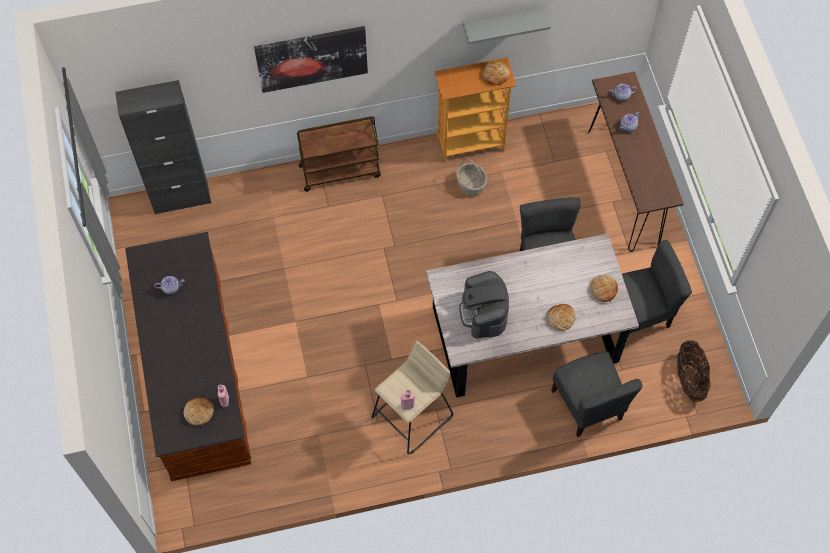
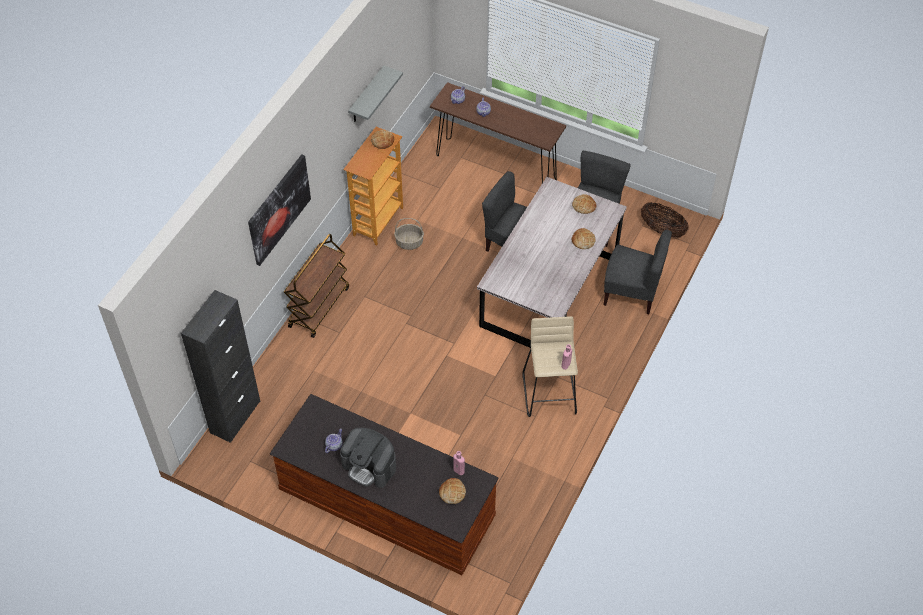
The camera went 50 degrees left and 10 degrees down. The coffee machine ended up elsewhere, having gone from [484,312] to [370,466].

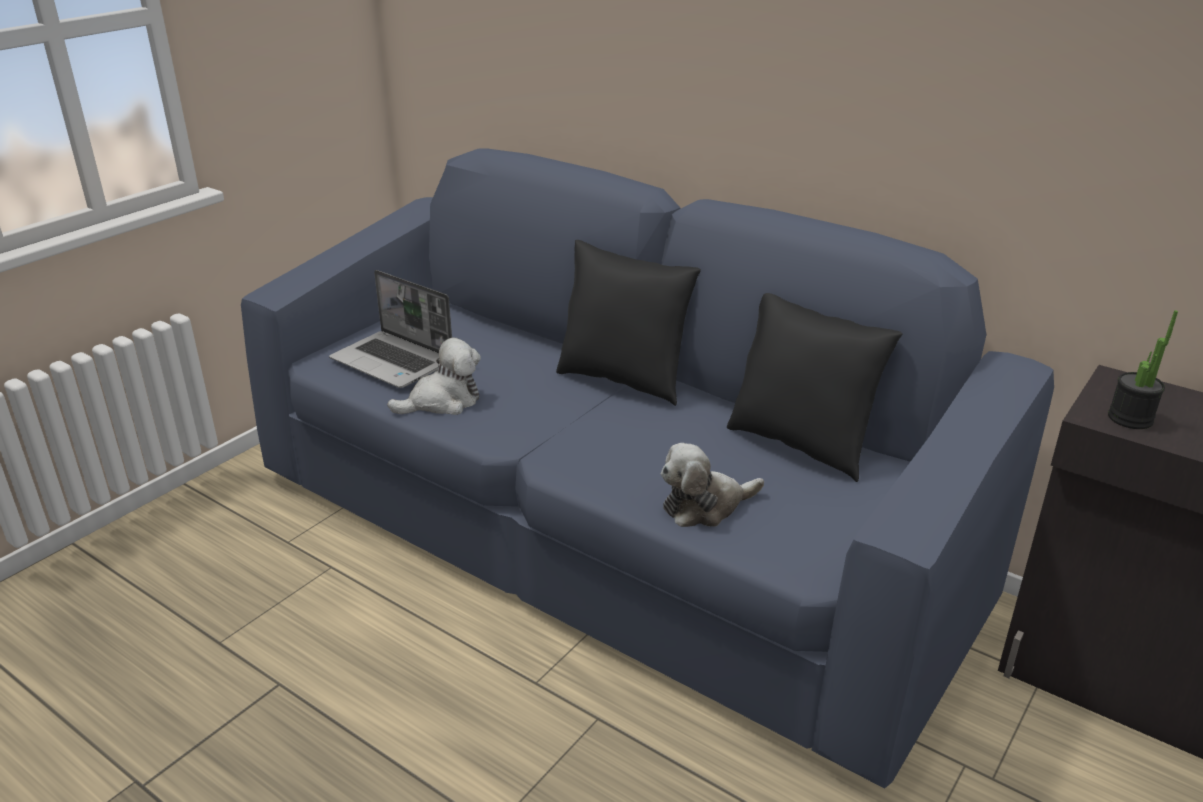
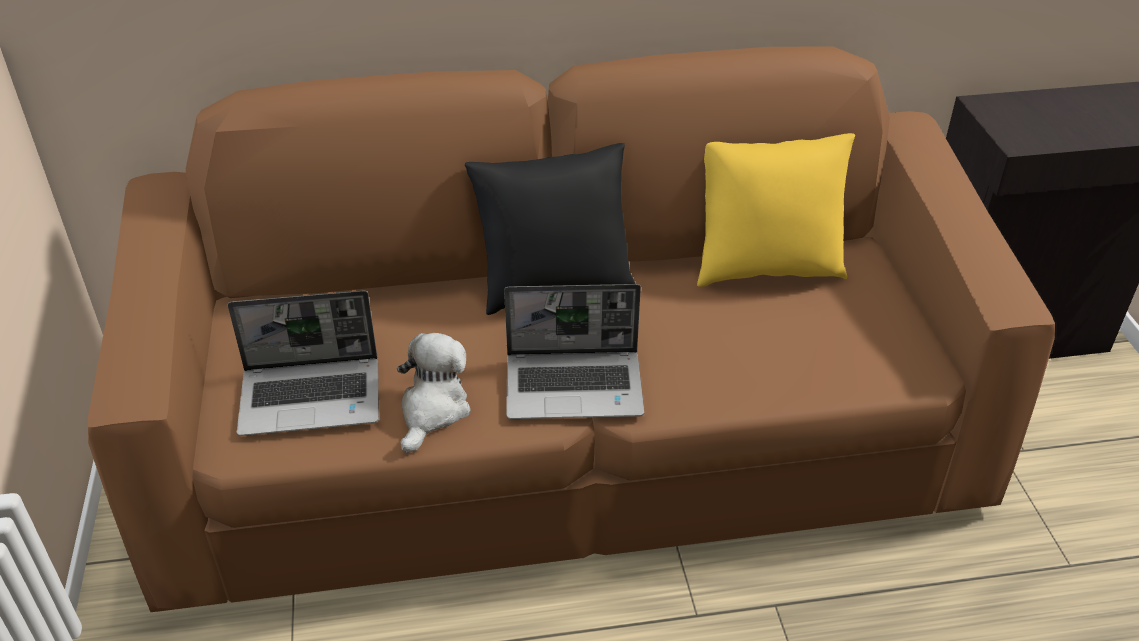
The camera went 45 degrees left and 10 degrees up. The second view lost the plush toy at [705,506]. The second view lost the potted plant at [1130,418]. The second view gained the laptop at [575,386]. What was the blue sofa at [602,534] turned into the brown sofa at [569,448]. What was the black pillow at [800,444] turned into the yellow pillow at [765,268].

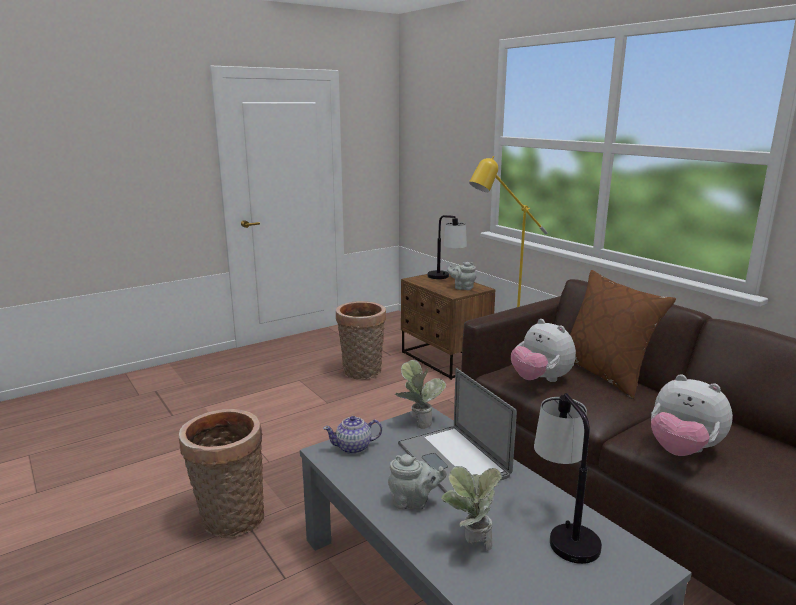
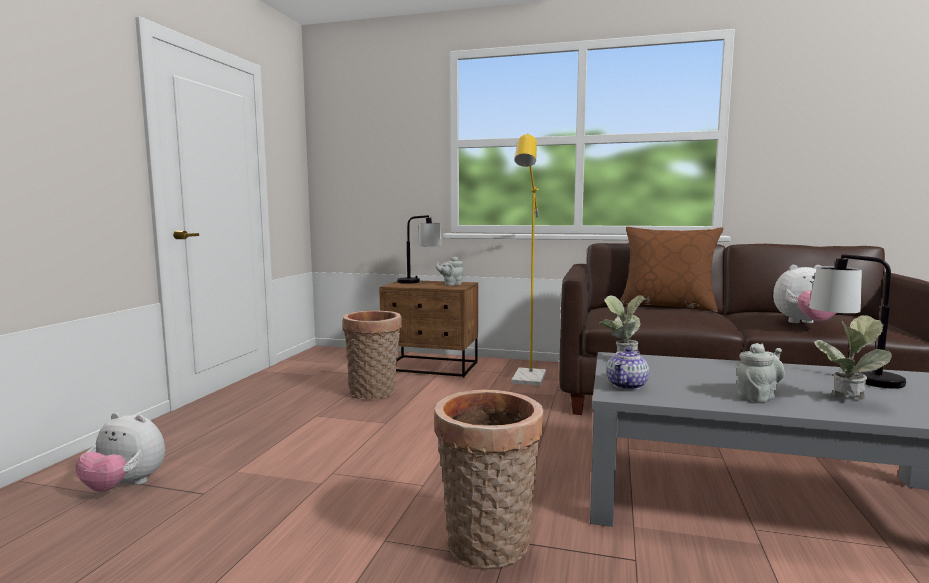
The camera went 40 degrees left and 10 degrees down. The second view lost the laptop at [452,459]. The plush toy ended up elsewhere, having gone from [540,380] to [125,486].

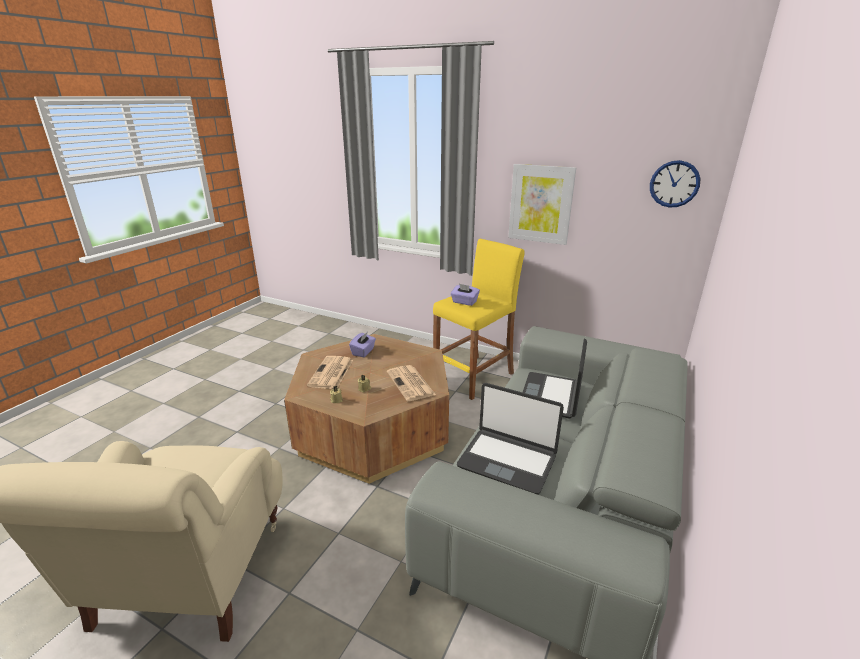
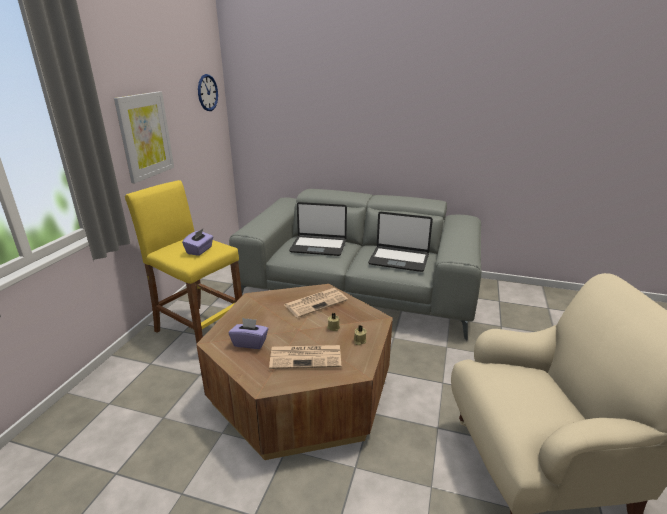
The camera went 100 degrees left and 0 degrees up. The laptop at [507,460] ended up facing another way, 90 degrees clockwise from before.

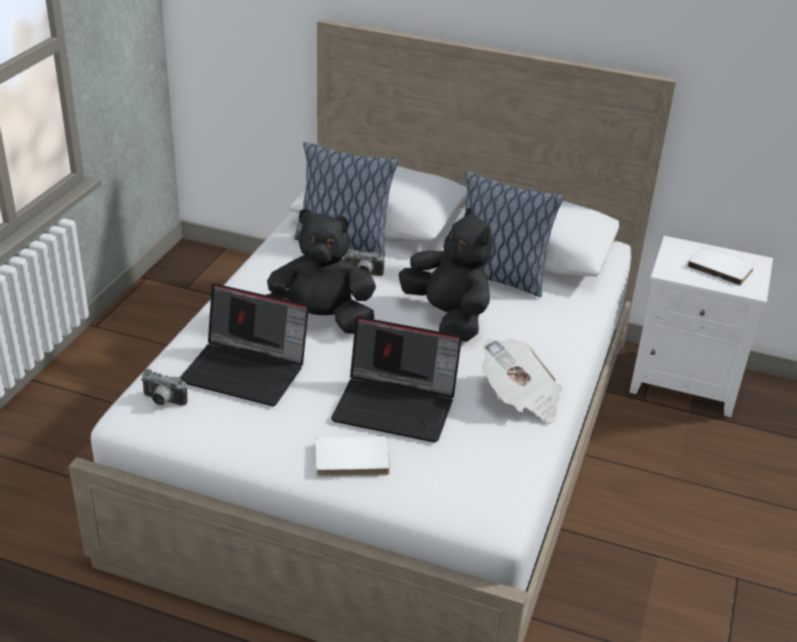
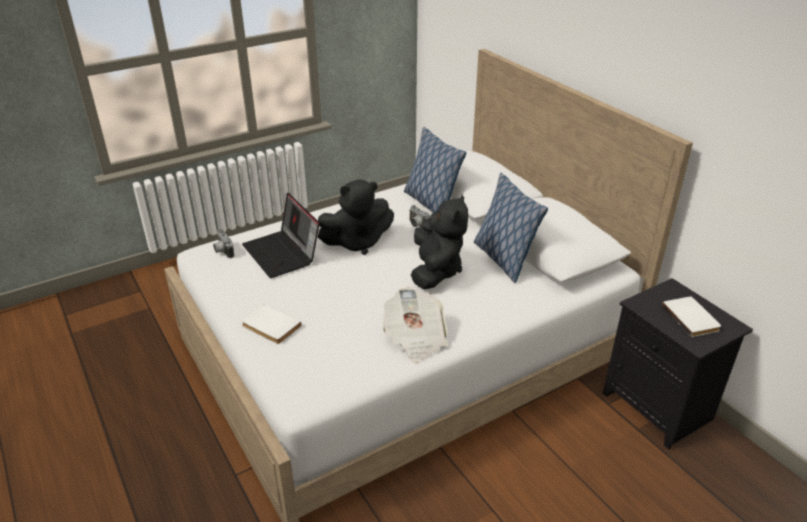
The camera went 40 degrees right and 0 degrees up. The second view lost the laptop at [397,406]. What was the white nightstand at [686,382] turned into the black nightstand at [660,407]. The black plush toy at [319,321] ended up facing another way, 120 degrees clockwise from before.

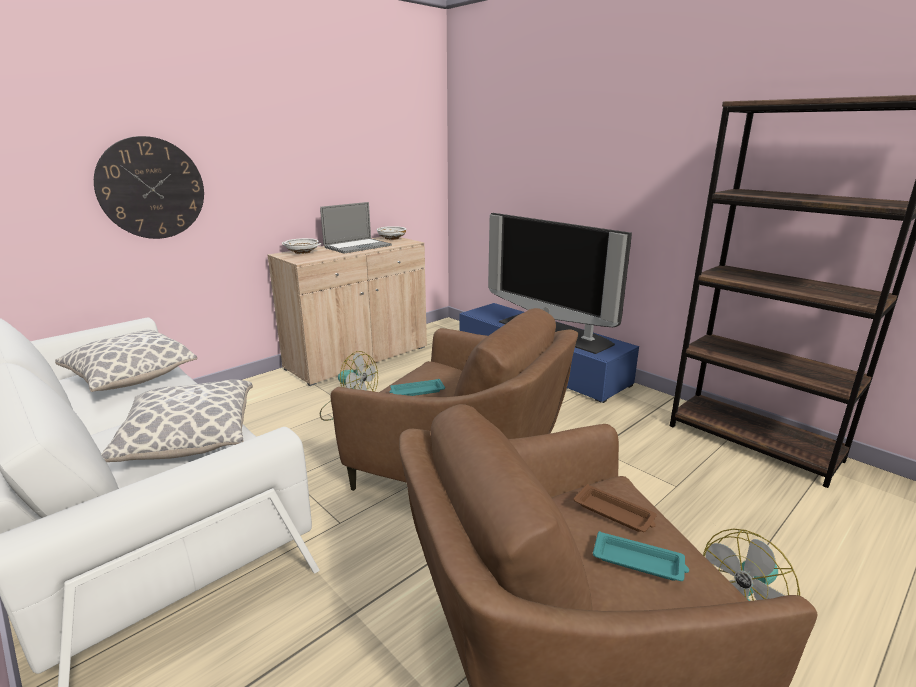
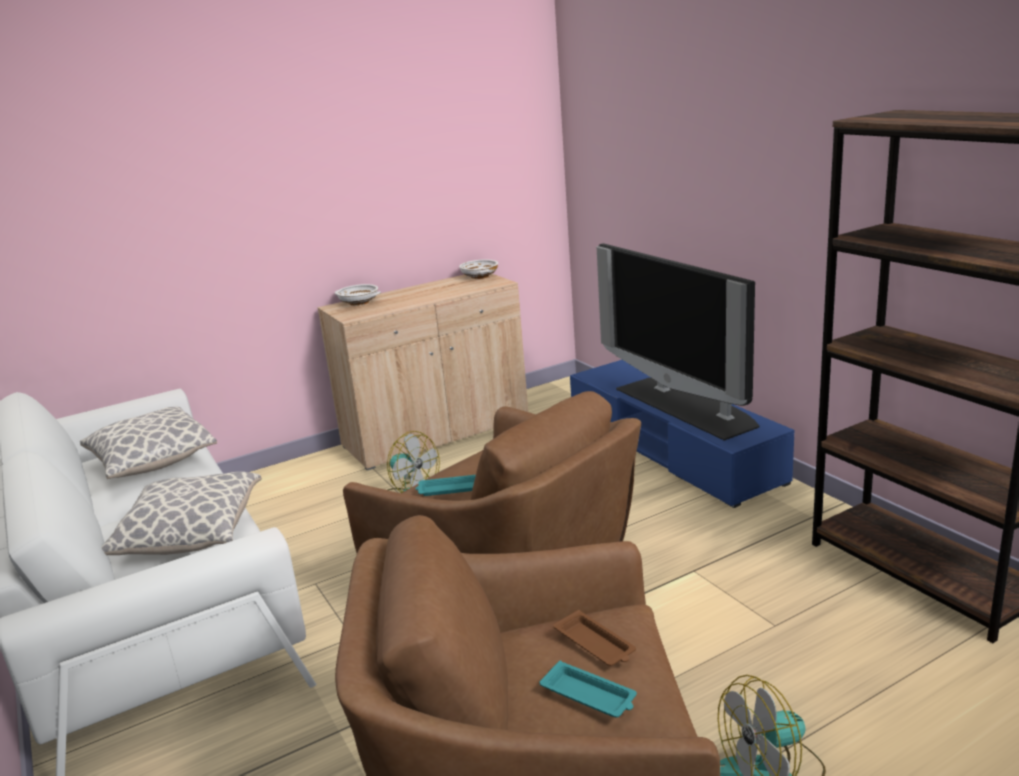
The camera went 15 degrees right and 0 degrees up. The second view lost the wall clock at [151,188]. The second view lost the laptop at [357,246].

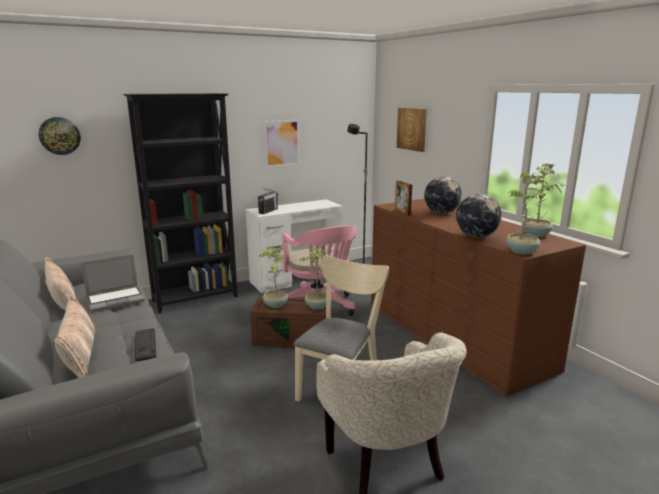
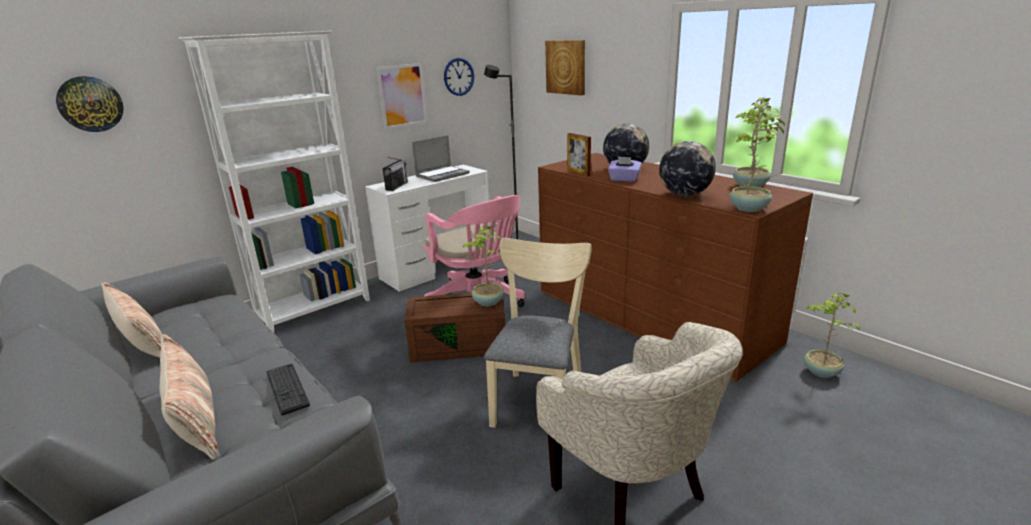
The camera went 10 degrees left and 5 degrees up. The second view gained the wall clock at [458,76]. The second view gained the purple tissue box at [624,179]. The laptop ended up elsewhere, having gone from [116,299] to [442,175]. The potted plant ended up elsewhere, having gone from [275,305] to [821,372]. What was the black bookcase at [196,299] turned into the white bookcase at [315,310].

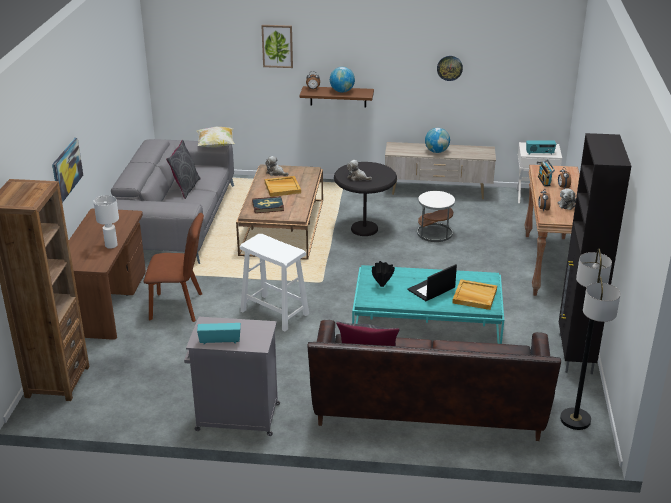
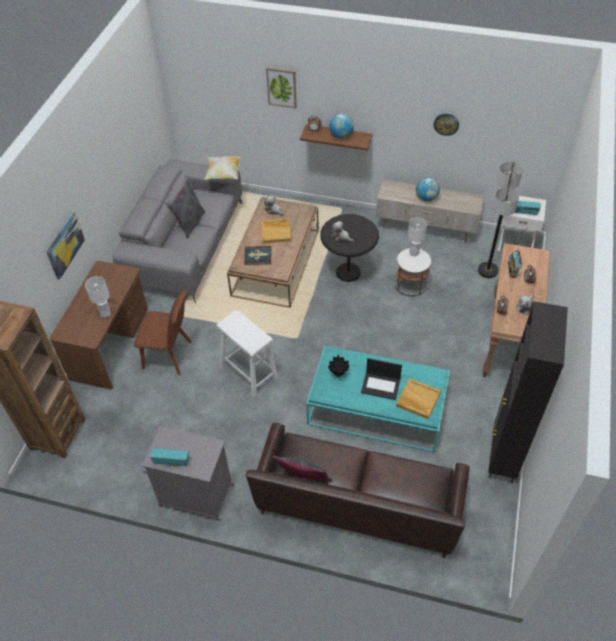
The camera went 10 degrees right and 20 degrees up. The second view gained the white table lamp at [414,253]. The floor lamp ended up elsewhere, having gone from [575,420] to [487,270]. The laptop at [431,289] ended up facing another way, 135 degrees counterclockwise from before.

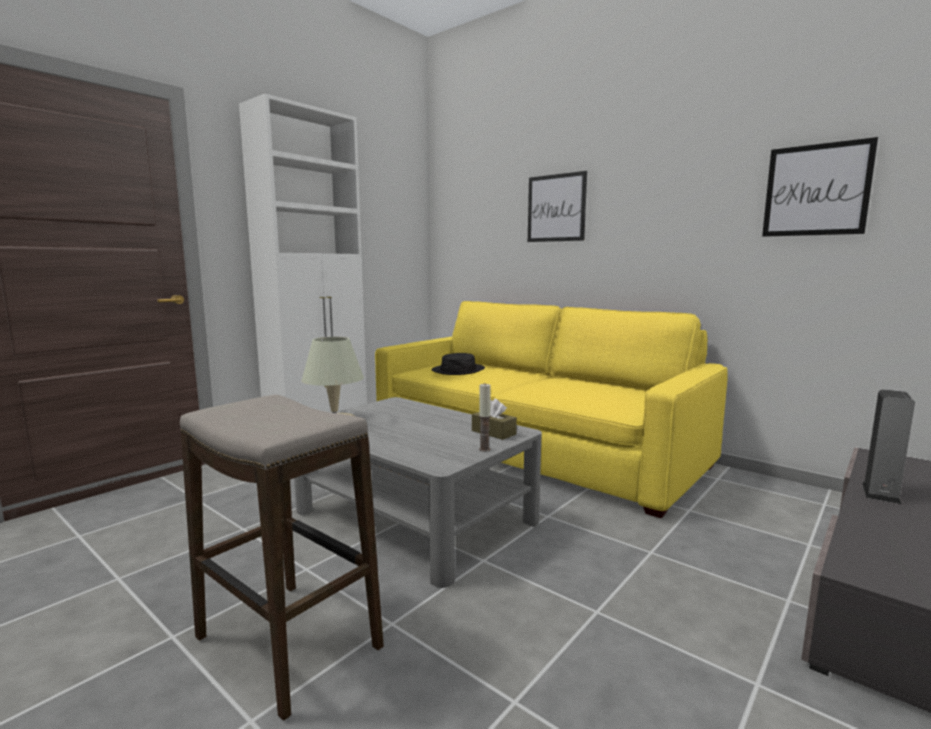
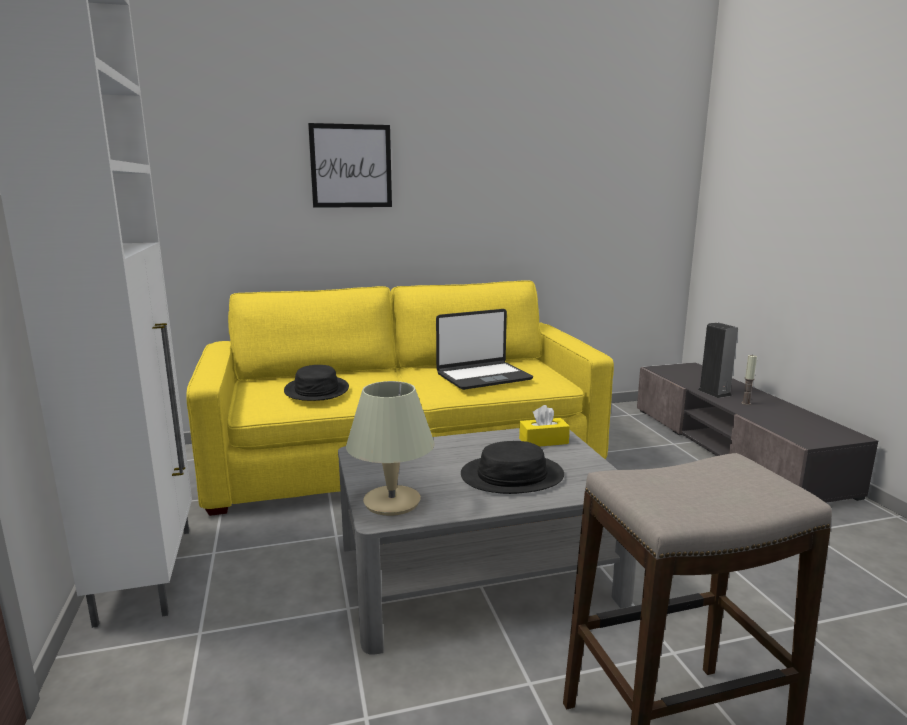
The camera went 55 degrees left and 5 degrees up. The second view lost the picture at [816,190]. The second view gained the laptop at [483,376]. The second view gained the black hat at [512,476]. The candle ended up elsewhere, having gone from [484,449] to [746,403]. What was the brown tissue box at [493,432] turned into the yellow tissue box at [543,441].

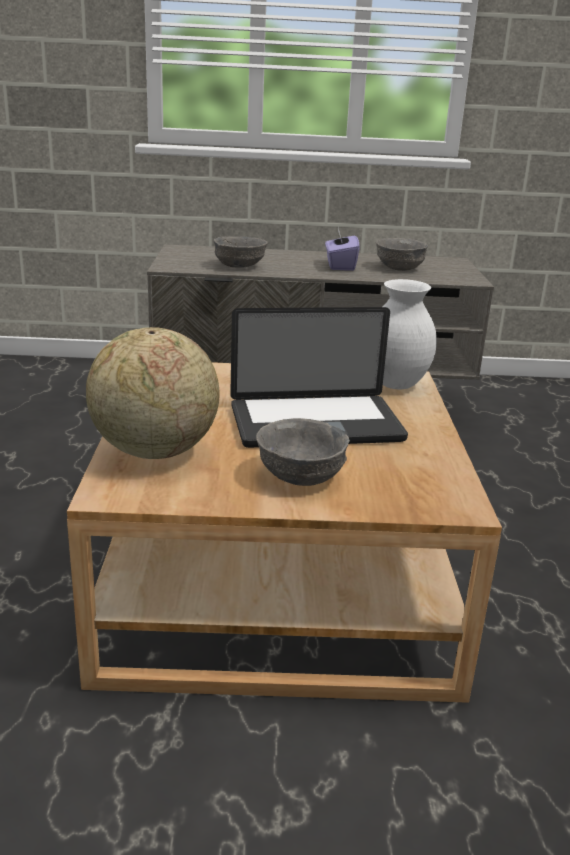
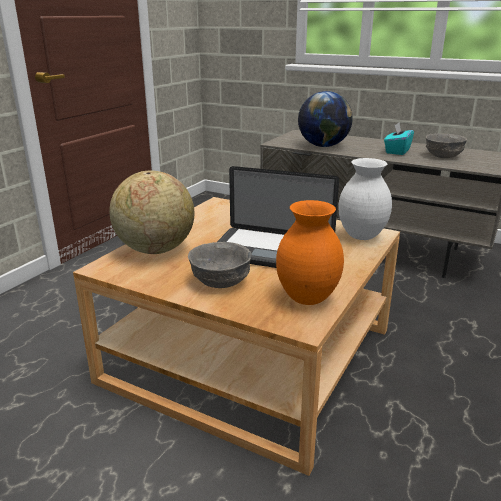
The camera went 30 degrees right and 0 degrees up. The second view gained the orange vase at [306,298]. Where the grey bowl stood at [239,266], the globe came to stand at [323,146]. What was the purple tissue box at [340,266] turned into the turquoise tissue box at [397,151].

